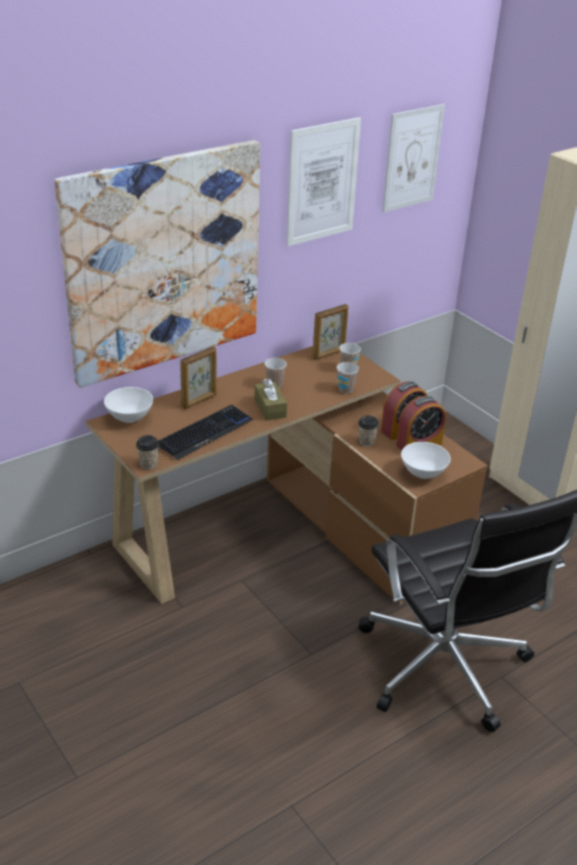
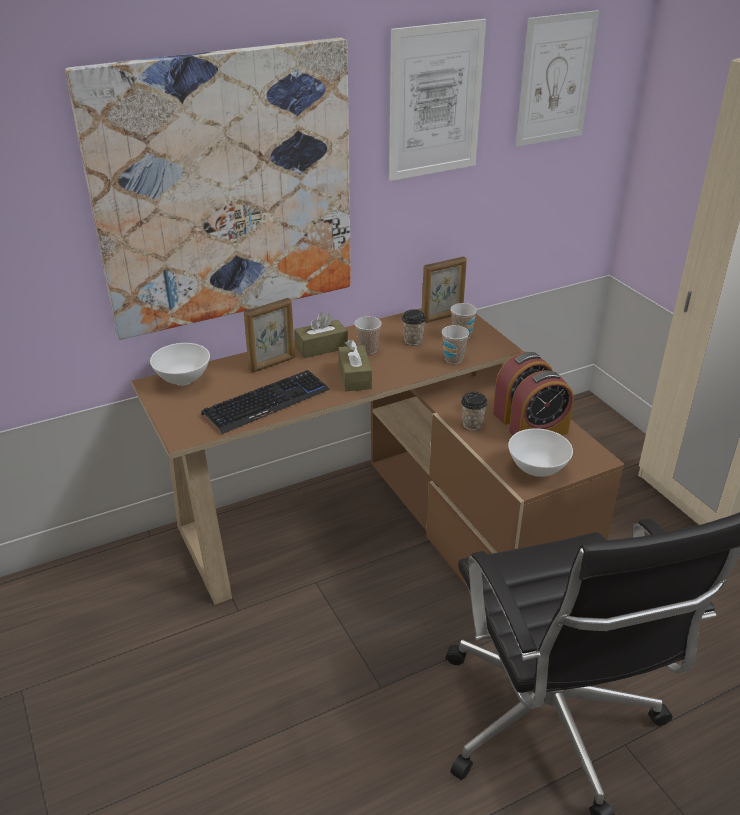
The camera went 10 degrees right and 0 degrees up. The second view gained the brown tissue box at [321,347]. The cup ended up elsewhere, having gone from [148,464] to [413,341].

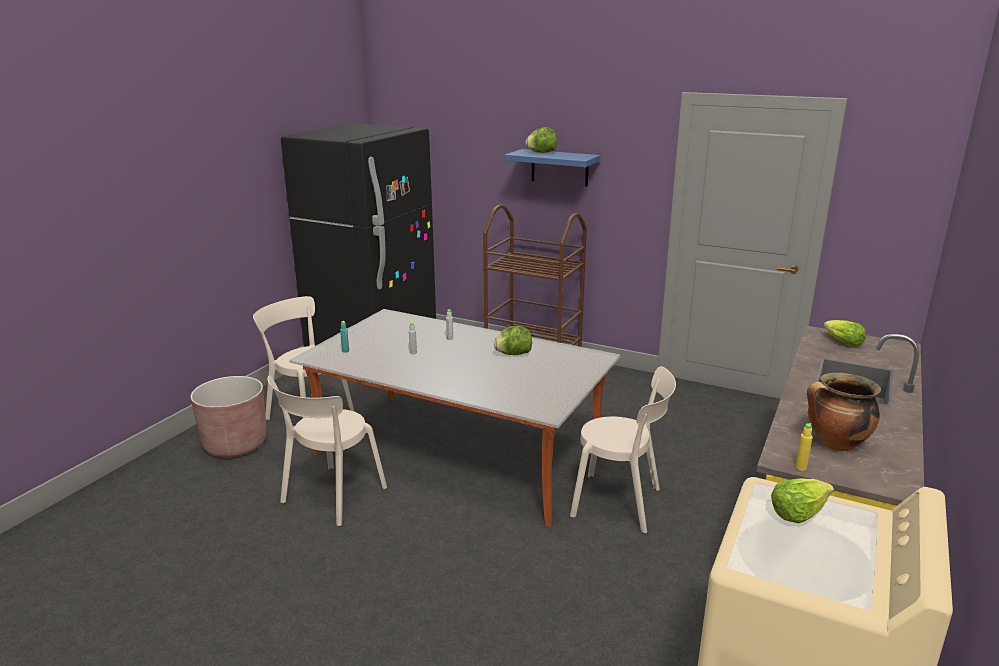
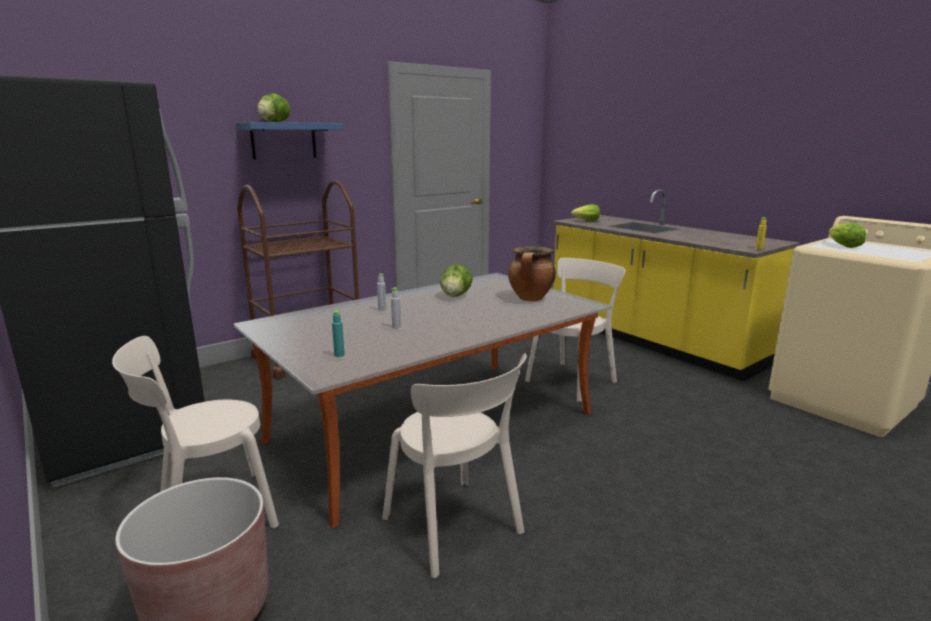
The camera went 65 degrees left and 5 degrees down. The cooking pot ended up elsewhere, having gone from [835,444] to [531,299].

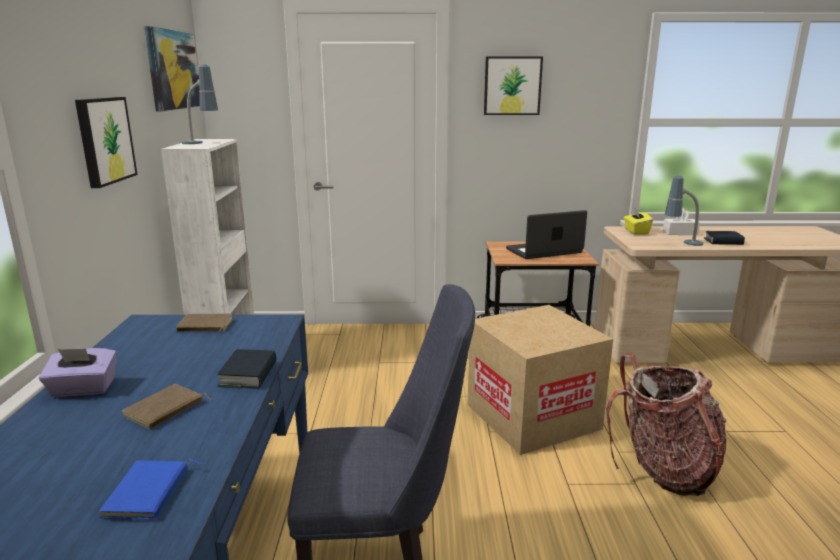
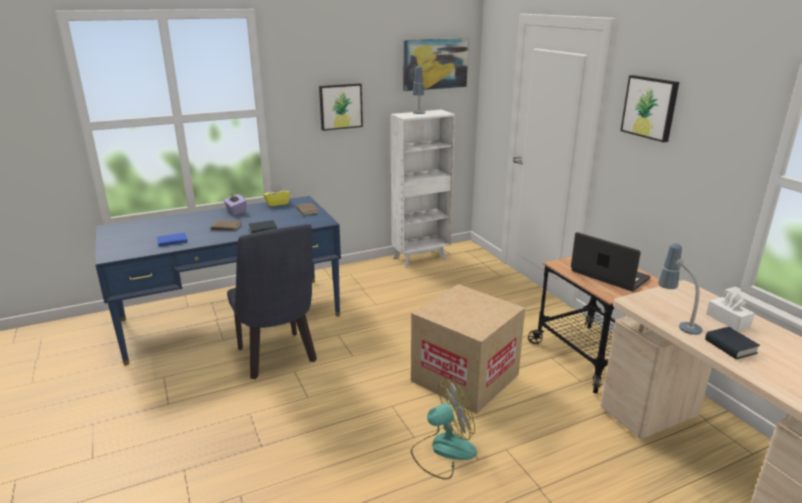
The camera went 65 degrees right and 5 degrees up. The yellow tissue box ended up elsewhere, having gone from [636,231] to [277,203]. Where the backpack stood at [663,469], the fan came to stand at [443,450].

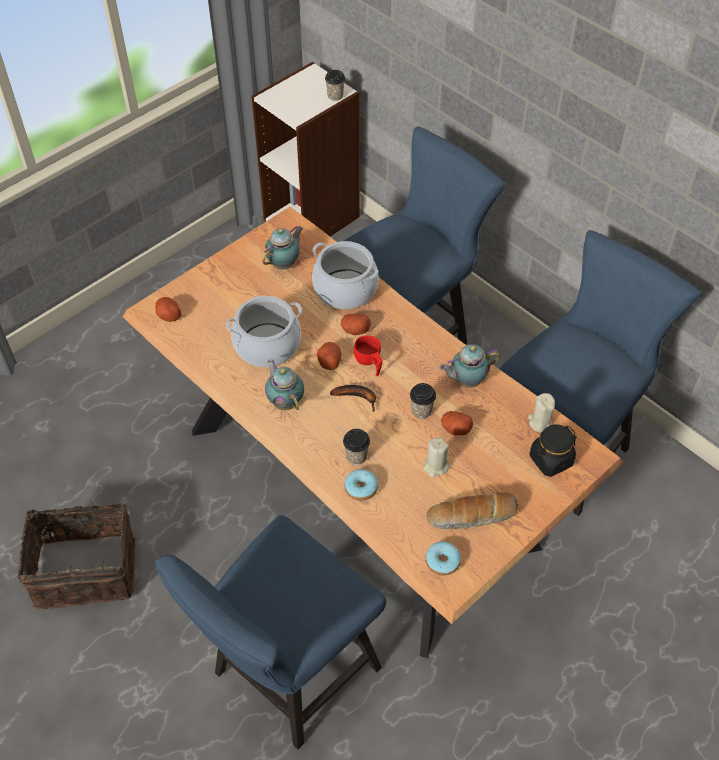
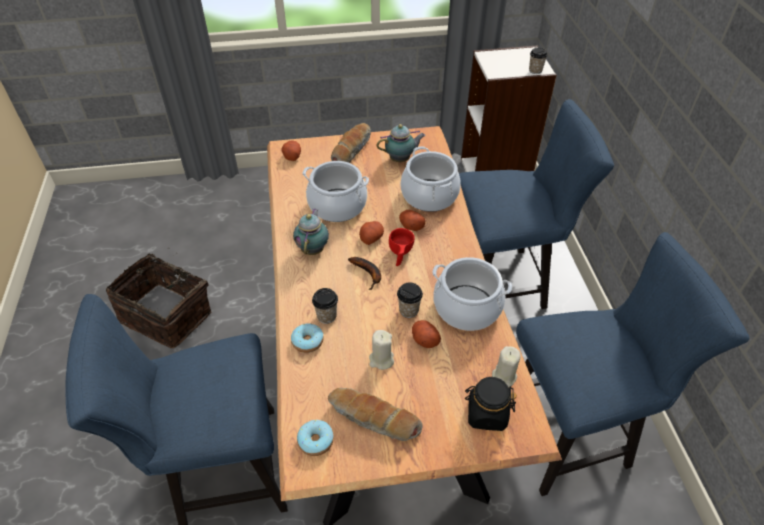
The camera went 35 degrees right and 5 degrees down. The second view gained the bread at [351,150]. Where the teapot stood at [466,381], the cooking pot came to stand at [467,307].

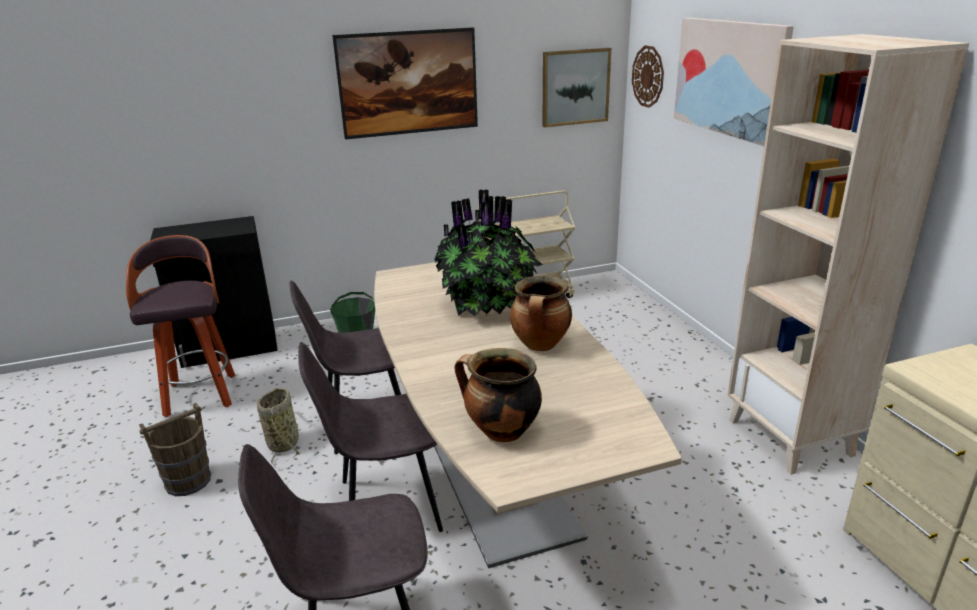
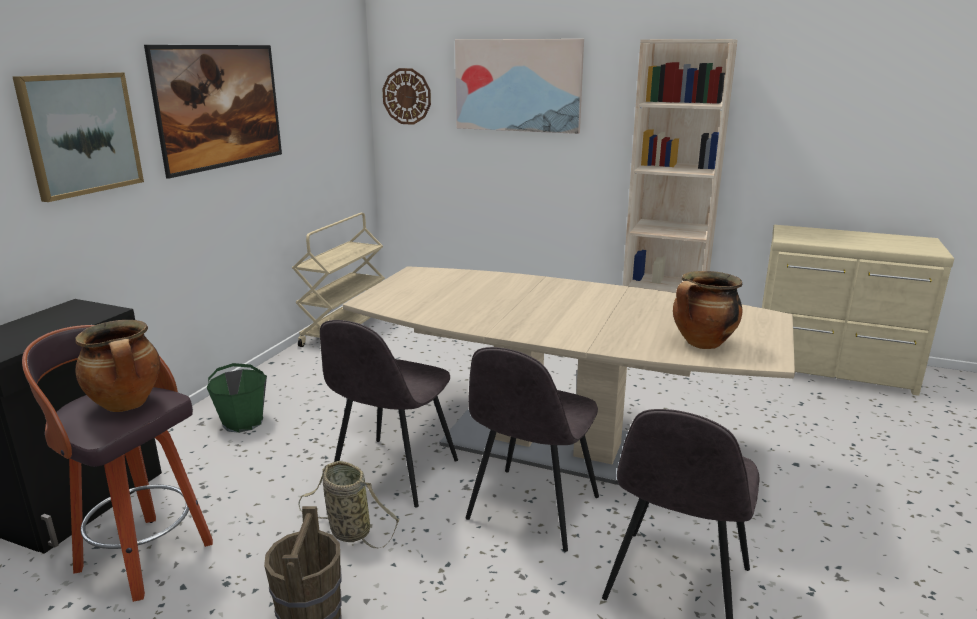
The camera went 50 degrees left and 5 degrees down. The second view lost the potted plant at [489,306]. The cooking pot ended up elsewhere, having gone from [541,345] to [128,404]. The picture ended up elsewhere, having gone from [575,87] to [81,134].

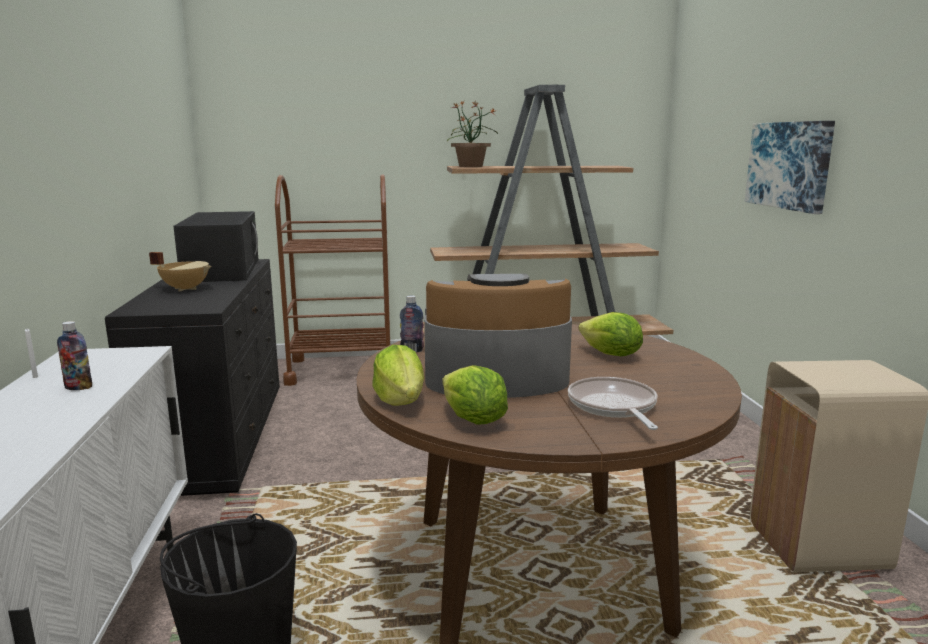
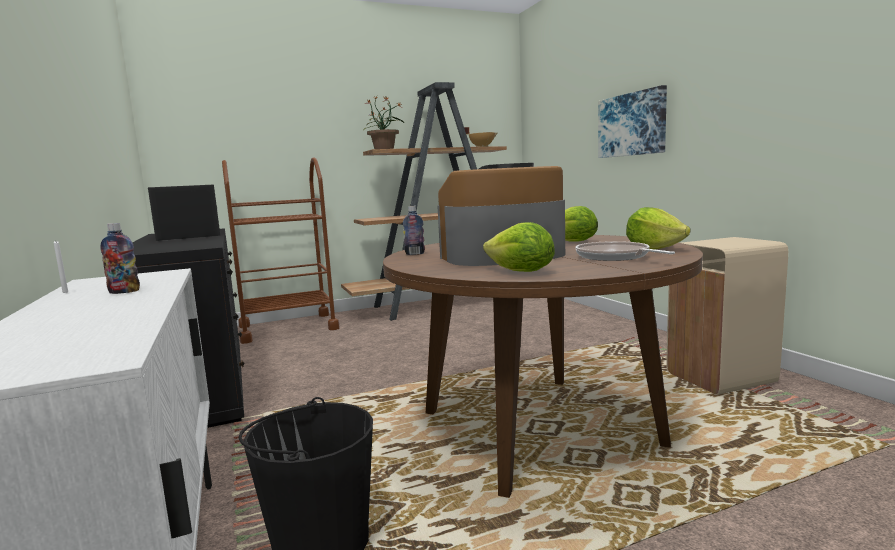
The camera went 15 degrees left and 5 degrees down. The beige cooking pot ended up elsewhere, having gone from [186,289] to [481,147]. The lettuce ended up elsewhere, having gone from [400,400] to [654,248].

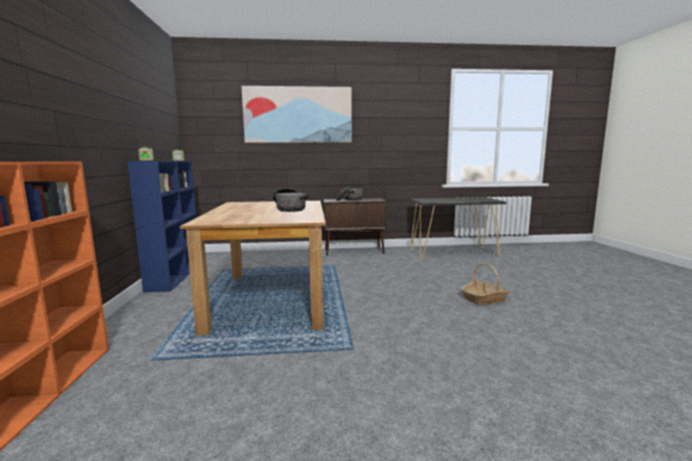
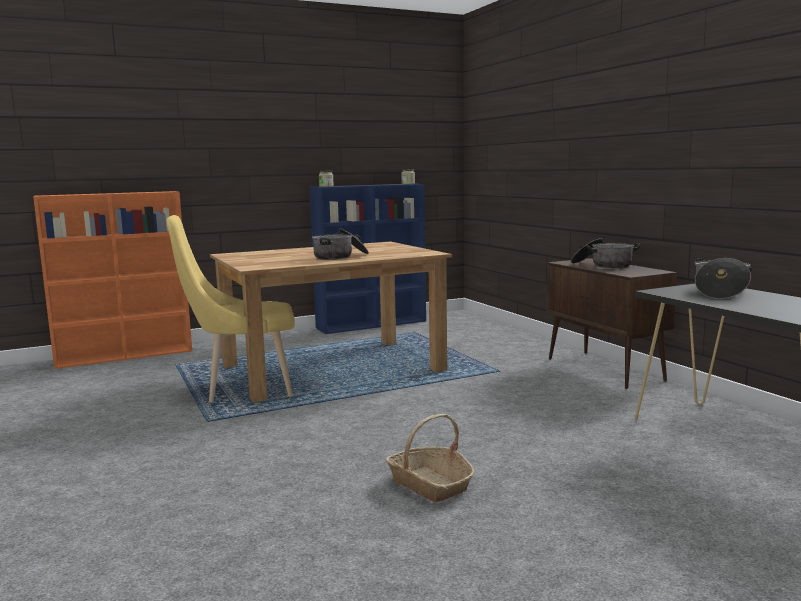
The camera went 70 degrees right and 0 degrees up. The second view lost the picture at [298,115]. The second view gained the yellow chair at [243,388]. The second view gained the cooking pot at [720,292].

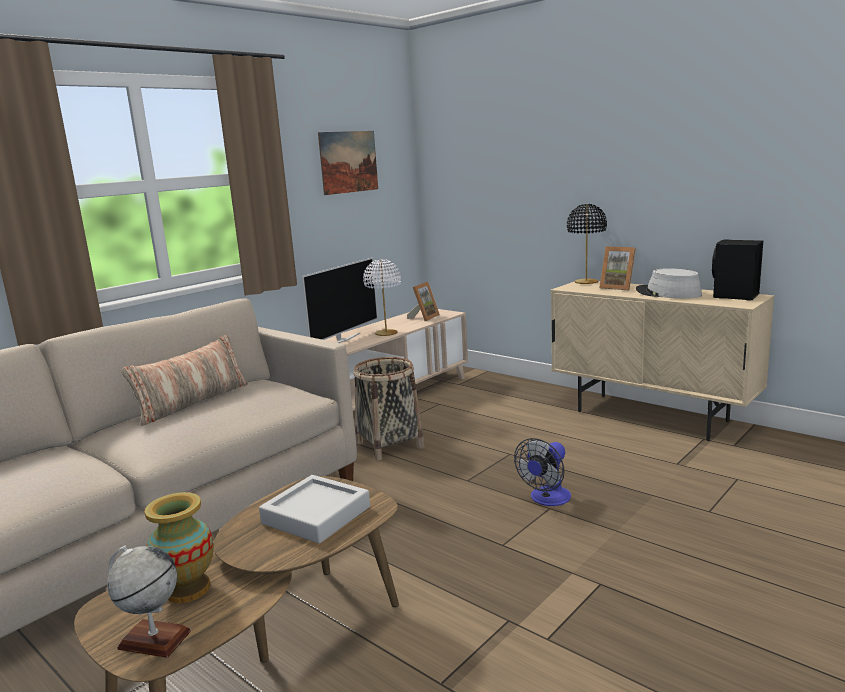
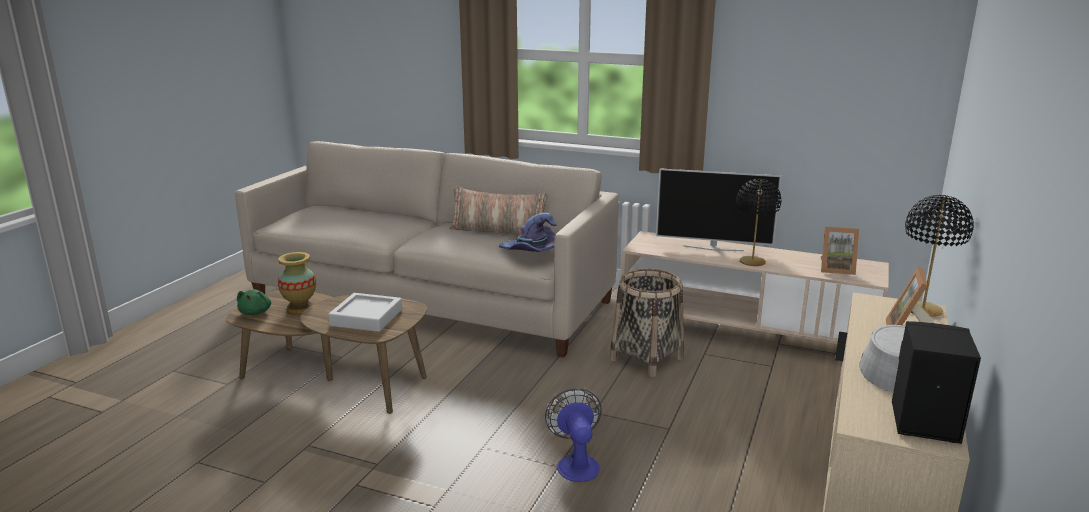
The camera went 70 degrees right and 5 degrees up. The second view lost the picture at [348,162]. The second view gained the purple hat at [531,251]. Where the globe stood at [154,639], the green plush toy came to stand at [256,312]. What was the white table lamp at [386,333] turned into the black table lamp at [752,262]. The fan at [547,499] ended up facing another way, 60 degrees clockwise from before.

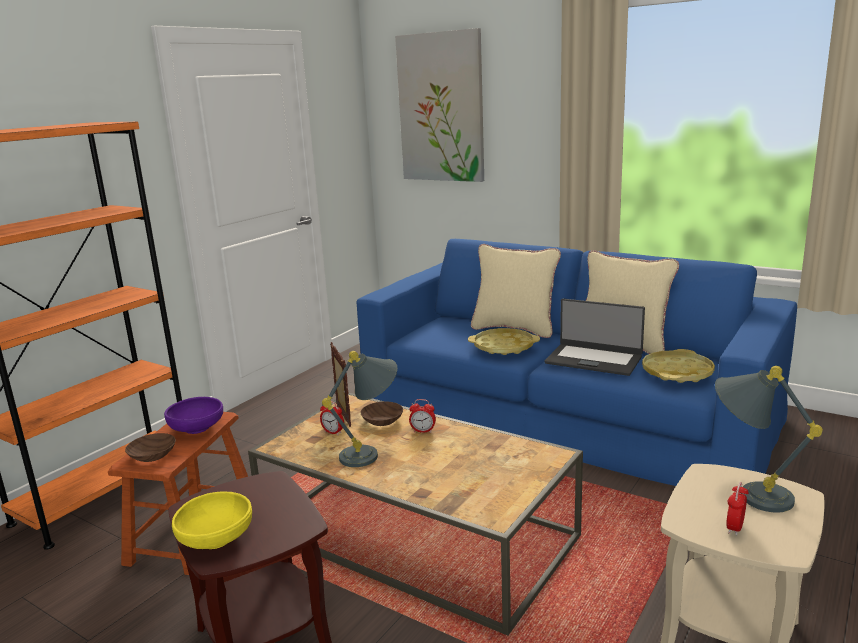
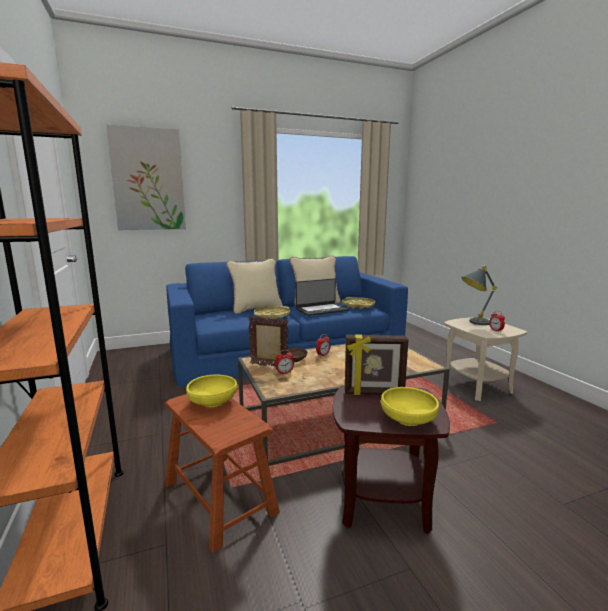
The camera went 55 degrees left and 5 degrees down. The second view lost the brown bowl at [151,455]. The second view lost the grey table lamp at [372,453]. The second view gained the picture frame at [374,393]. What was the purple bowl at [196,428] turned into the yellow bowl at [212,402].

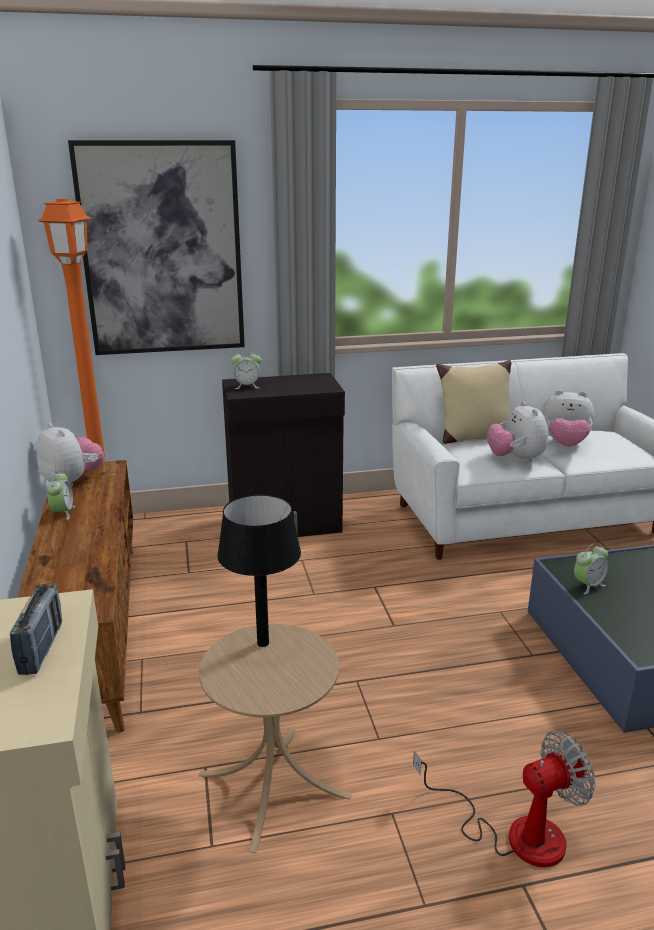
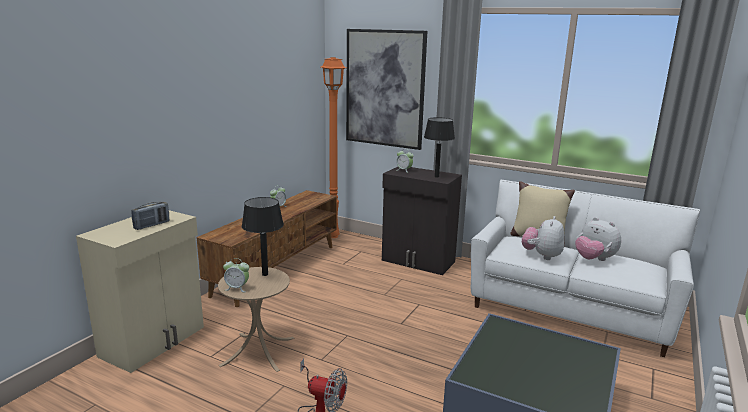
The camera went 40 degrees right and 5 degrees down. The second view lost the plush toy at [72,481]. The second view gained the black table lamp at [436,176]. The alarm clock ended up elsewhere, having gone from [588,585] to [237,288].

